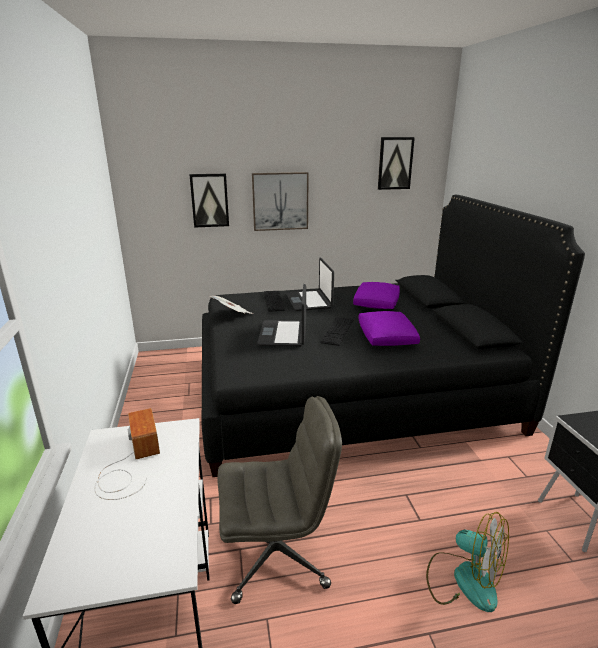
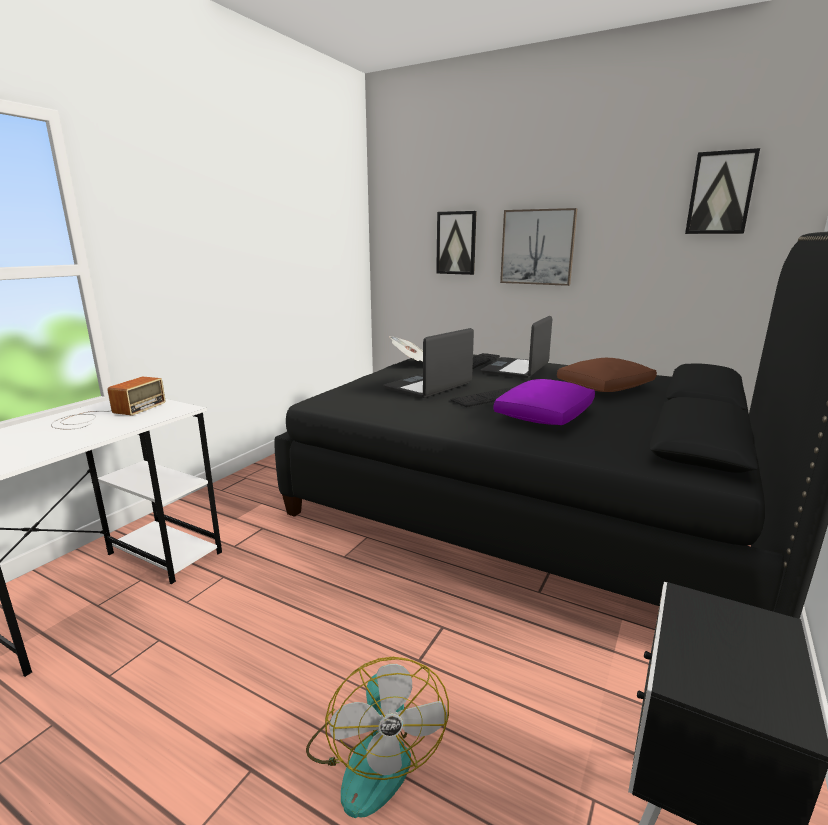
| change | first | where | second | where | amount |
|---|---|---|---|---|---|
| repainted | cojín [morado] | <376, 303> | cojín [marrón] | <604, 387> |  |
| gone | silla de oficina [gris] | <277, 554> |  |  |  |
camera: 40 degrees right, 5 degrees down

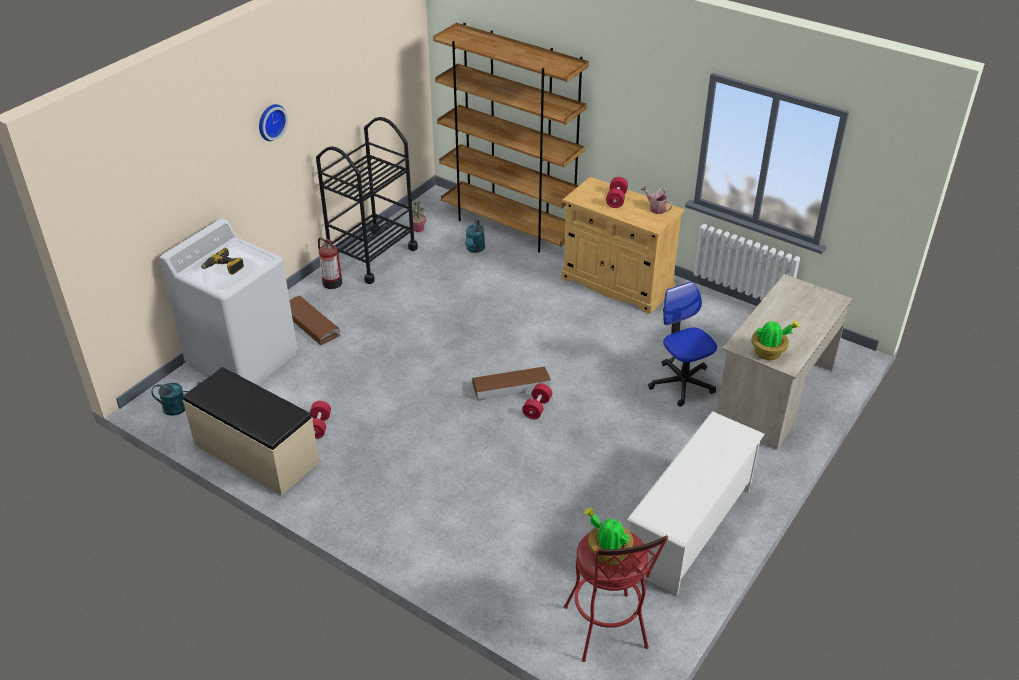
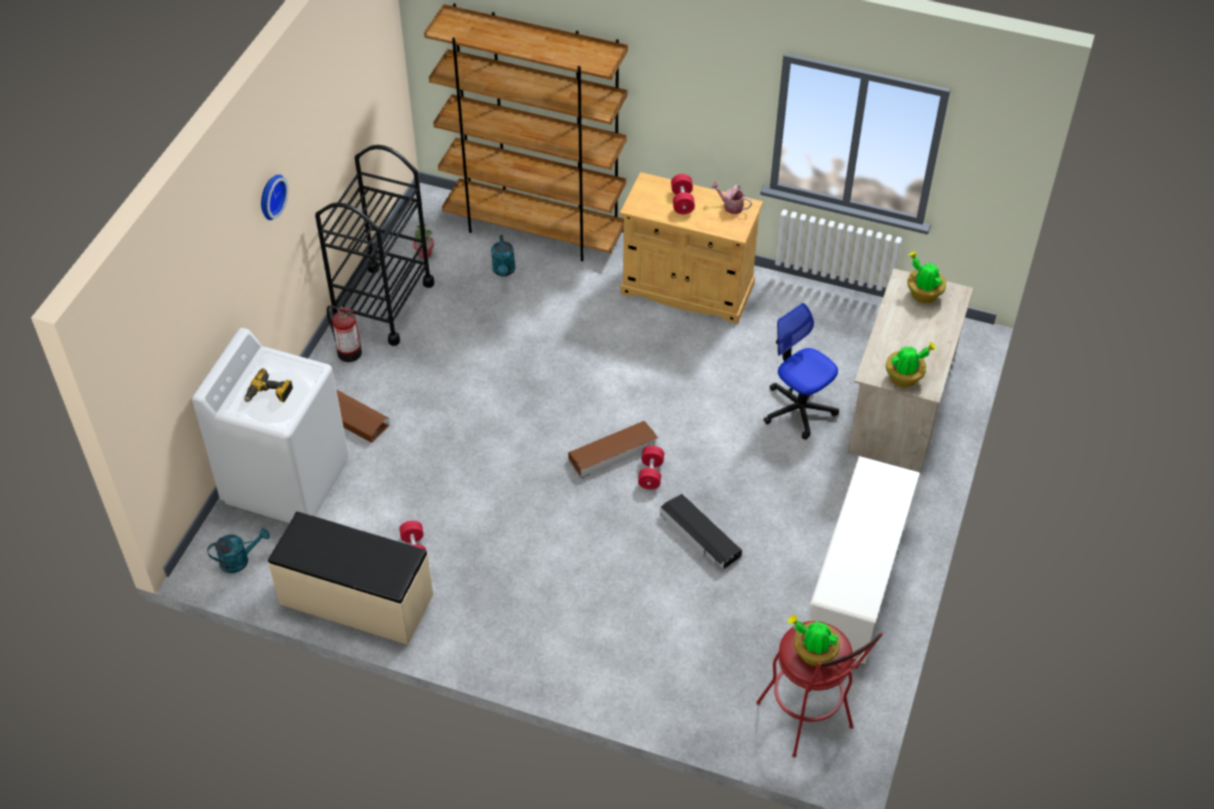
| change | first | where | second | where | amount |
|---|---|---|---|---|---|
| new |  |  | caja de almacenaje [negro] | <700, 536> |  |
| new |  |  | planta en maceta | <923, 294> |  |
camera: 15 degrees left, 10 degrees up

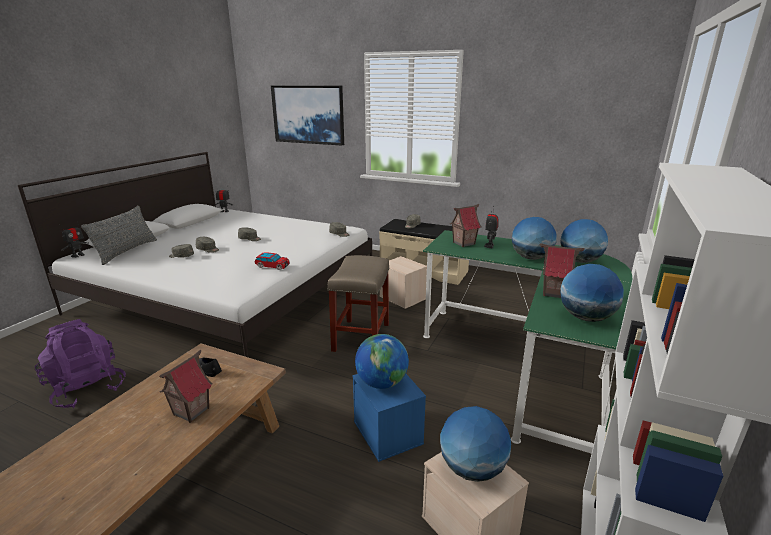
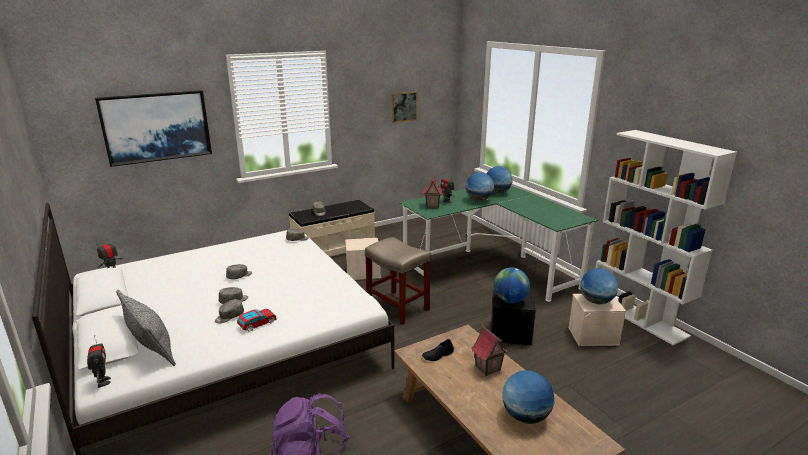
| change | first | where | second | where | amount |
|---|---|---|---|---|---|
| shifted | coche de juguete | <272, 266> |  | <257, 324> |  |
| new |  |  | cuadro | <403, 106> |  |
| repainted | caja de almacenaje [azul] | <389, 432> | caja de almacenaje [negro] | <511, 333> |  |
| shifted | globo terráqueo | <586, 317> |  | <525, 416> |  |
| gone | casita | <554, 293> |  |  |  |
camera: 55 degrees left, 0 degrees up

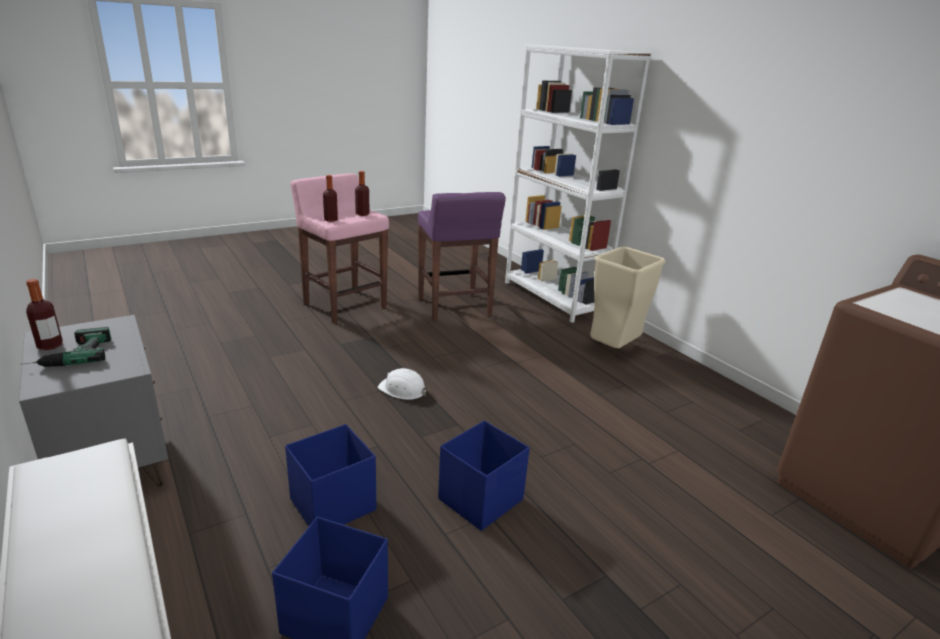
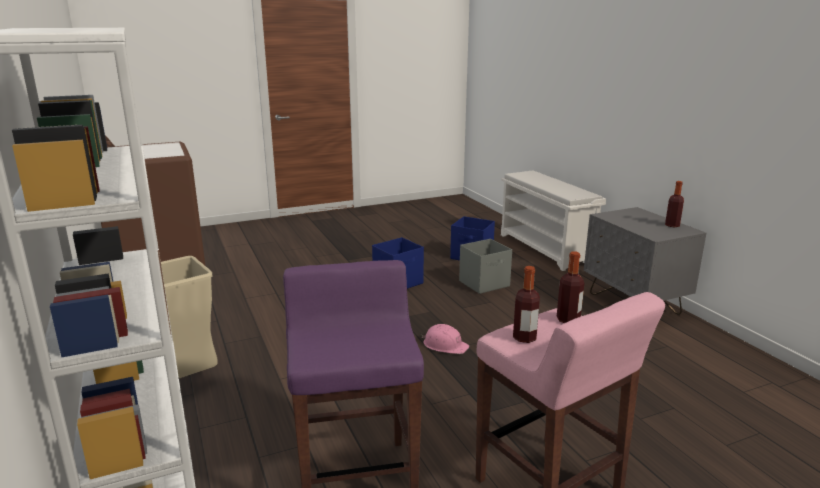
| change | first | where | second | where | amount |
|---|---|---|---|---|---|
| repainted | casco [blanco] | <402, 389> | casco [rosa] | <445, 345> |  |
| repainted | caja de almacenaje [azul] | <331, 505> | caja de almacenaje [gris] | <485, 283> |  |
| gone | taladro | <69, 355> |  |  |  |
camera: 170 degrees left, 5 degrees down

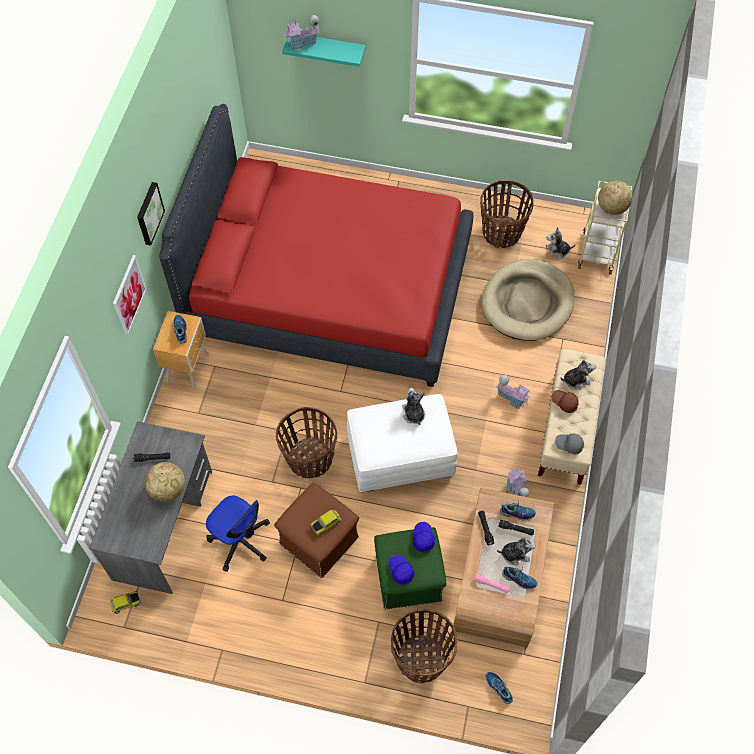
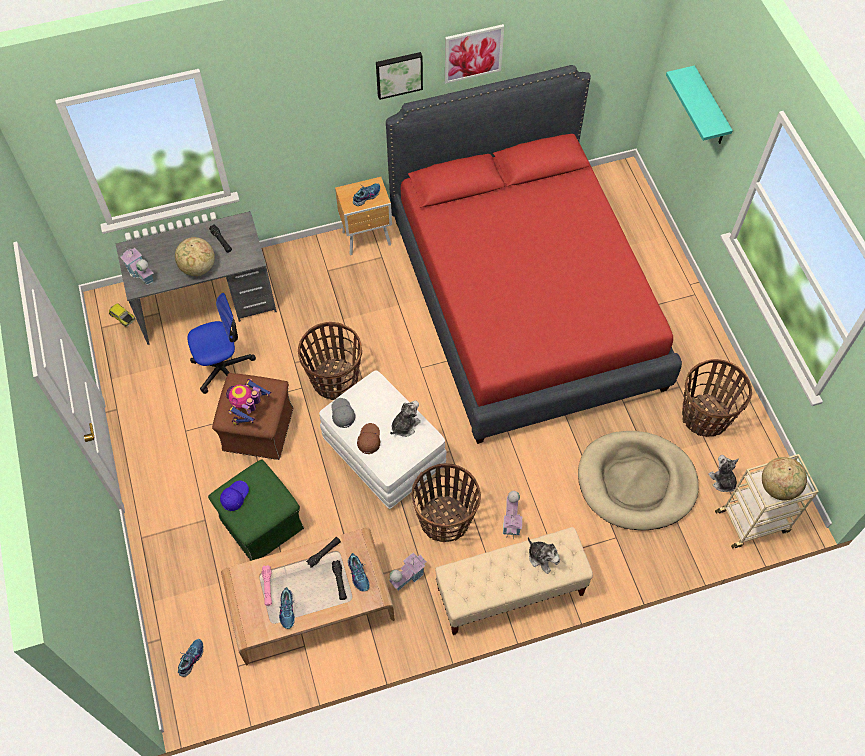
| change | first | where | second | where | amount |
|---|---|---|---|---|---|
| shifted | casita | <302, 43> |  | <141, 274> |  |
| rotated | silla de oficina | <240, 541> |  | <223, 368> | 120 degrees counterclockwise |
| swapped | coche de juguete | <326, 523> | robot de juguete | <249, 411> |  |
| shifted | gorra [gris] | <569, 445> |  | <342, 414> |  |
| shifted | gorra [marrón] | <564, 402> |  | <369, 440> |  |
| shifted | cesta | <421, 658> |  | <445, 519> |  |
| shifted | cuadro | <129, 295> |  | <473, 53> |  |
| gone | gorra [azul] | <423, 538> |  |  |  |
| gone | peluche | <515, 554> |  |  |  |
camera: 60 degrees right, 0 degrees up

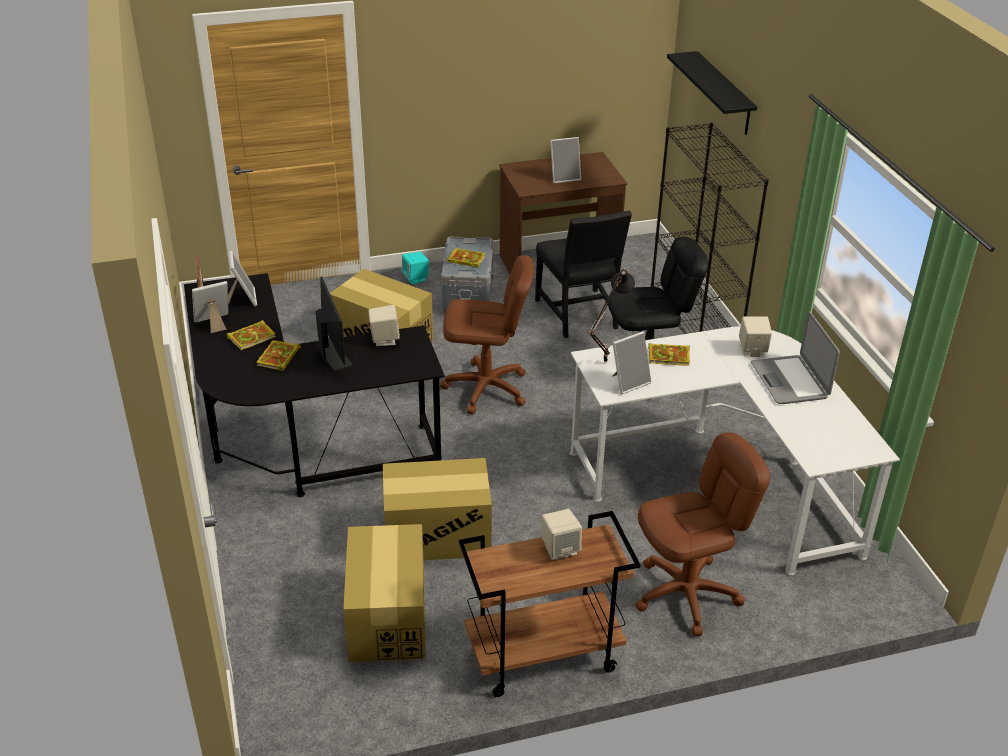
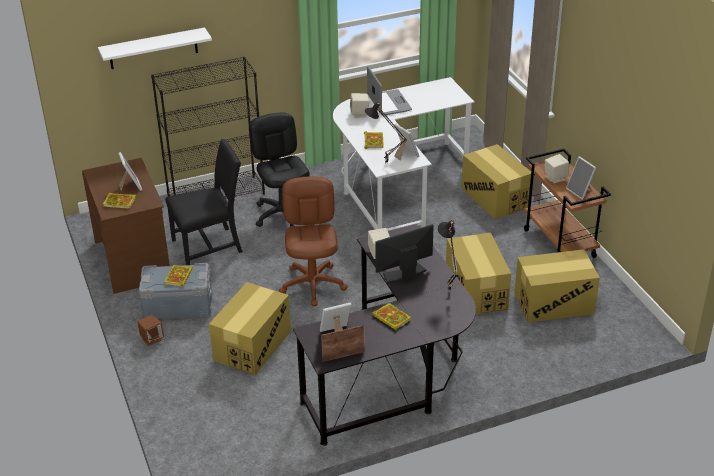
| change | first | where | second | where | amount |
|---|---|---|---|---|---|
| repainted | estante [negro] | <724, 94> | estante [blanco] | <153, 48> |  |
| shifted | libro | <278, 358> |  | <120, 202> |  |
| repainted | altavoz [turquesa] | <415, 278> | altavoz [marrón] | <152, 339> |  |
| rotated | portátil | <790, 380> |  | <388, 103> | 90 degrees counterclockwise |
| new |  |  | lámpara de mesa [negro] | <447, 291> |  |
| swapped | silla de oficina [marrón] | <686, 594> | caja de cartón | <495, 198> |  |
| shifted | portarretratos | <214, 323> |  | <580, 191> |  |
camera: 95 degrees left, 0 degrees up

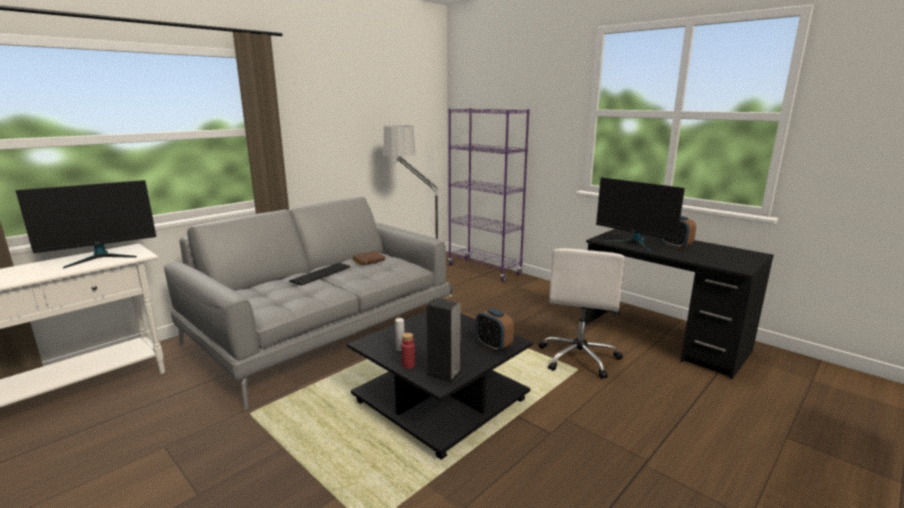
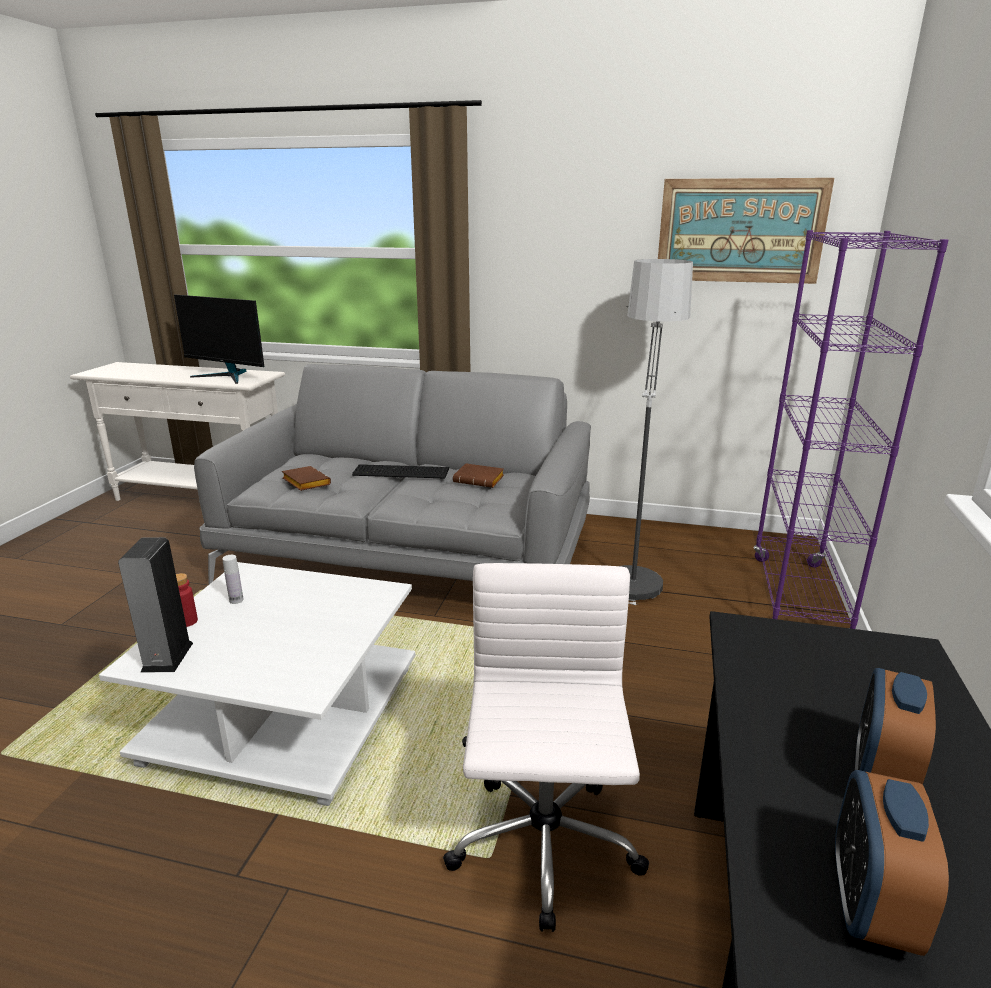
| change | first | where | second | where | amount |
|---|---|---|---|---|---|
| repainted | mesa de centro [negro] | <440, 400> | mesa de centro [blanco] | <288, 713> |  |
| new |  |  | libro [marrón] | <304, 482> |  |
| rotated | silla de oficina [blanco] | <579, 357> |  | <543, 847> | 105 degrees clockwise |
| new |  |  | cuadro | <740, 231> |  |
| shifted | despertador | <493, 346> |  | <870, 905> |  |
| gone | monitor | <634, 243> |  |  |  |
camera: 60 degrees right, 5 degrees up

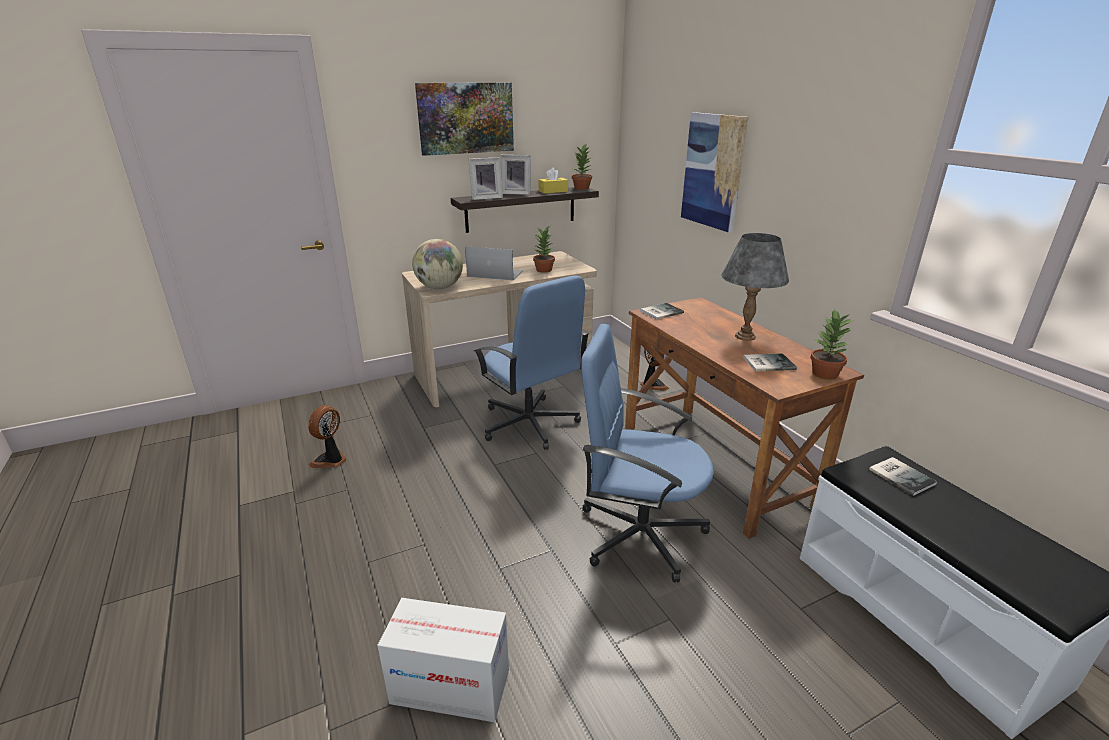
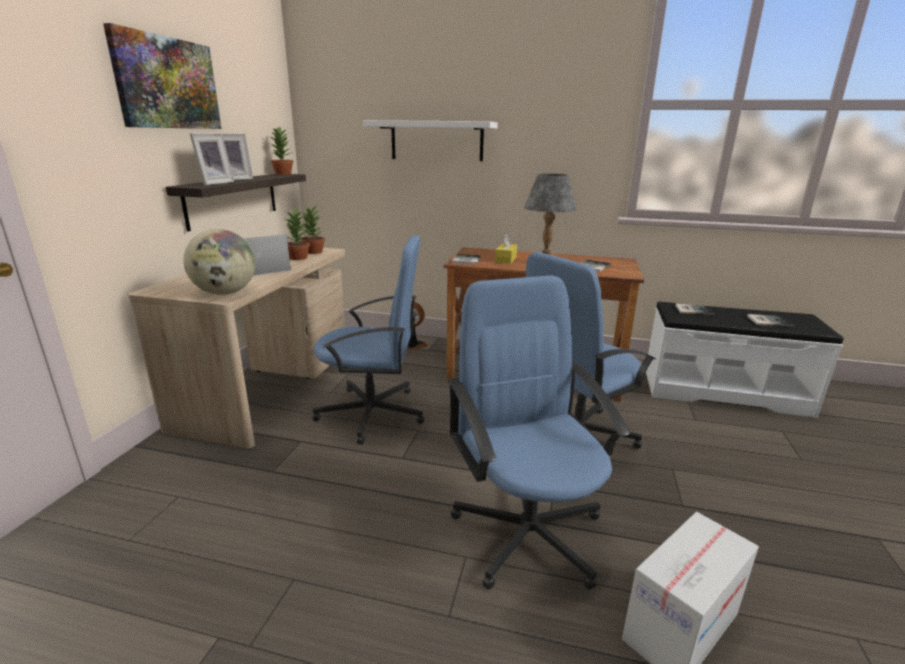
| change | first | where | second | where | amount |
|---|---|---|---|---|---|
| shifted | planta en maceta | <824, 374> |  | <314, 252> |  |
| swapped | cuadro | <713, 171> | estante [blanco] | <436, 141> |  |
| new |  |  | silla de oficina [azul] | <528, 532> |  |
| shifted | caja de pañuelos [amarillo] | <553, 191> |  | <506, 259> |  |
| new |  |  | libro | <767, 321> |  |
| gone | ventilador | <330, 460> |  |  |  |
camera: 50 degrees left, 5 degrees down

